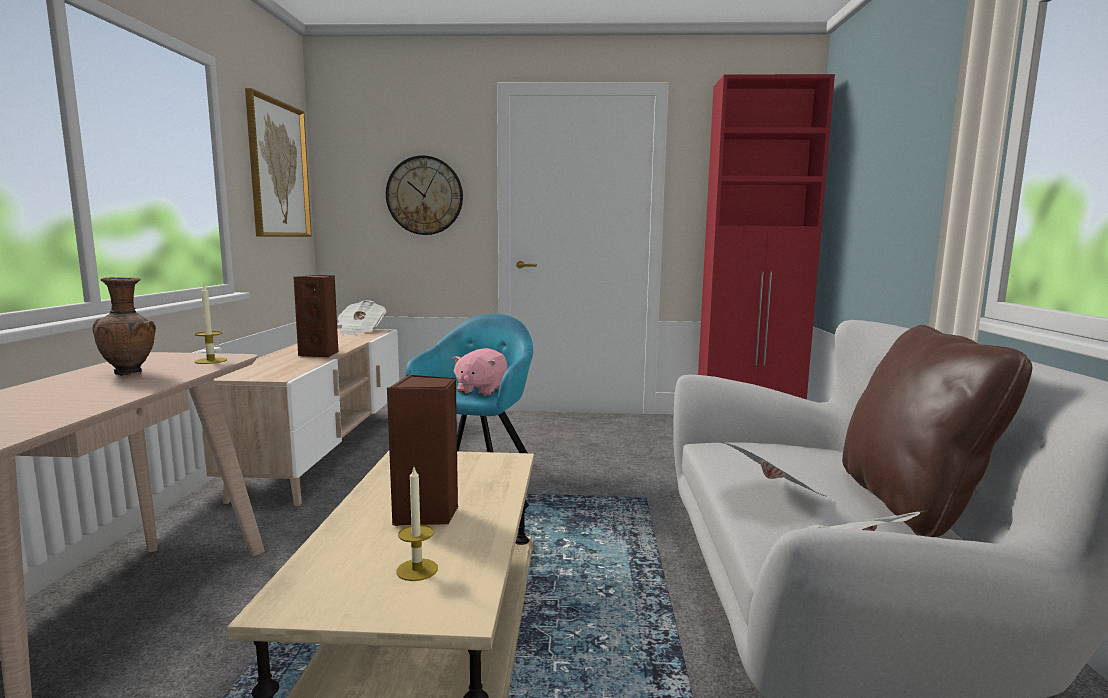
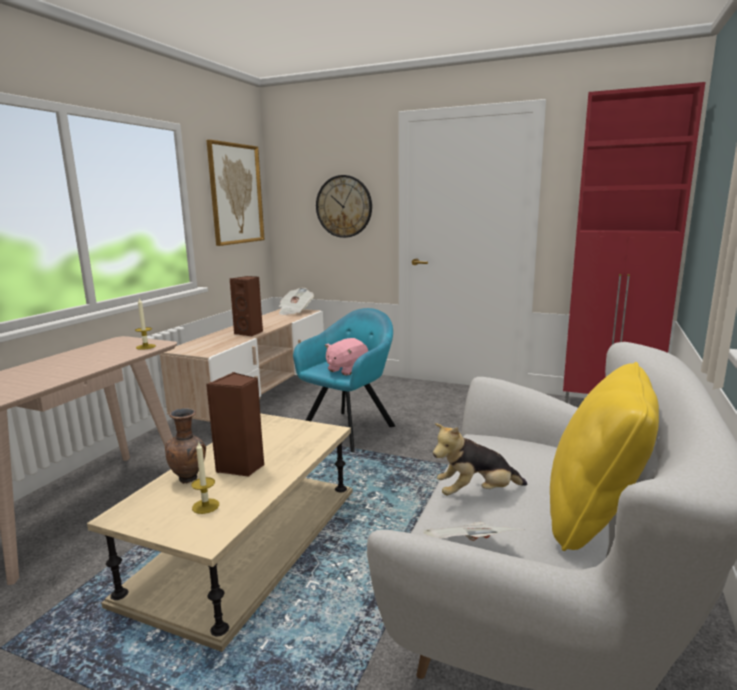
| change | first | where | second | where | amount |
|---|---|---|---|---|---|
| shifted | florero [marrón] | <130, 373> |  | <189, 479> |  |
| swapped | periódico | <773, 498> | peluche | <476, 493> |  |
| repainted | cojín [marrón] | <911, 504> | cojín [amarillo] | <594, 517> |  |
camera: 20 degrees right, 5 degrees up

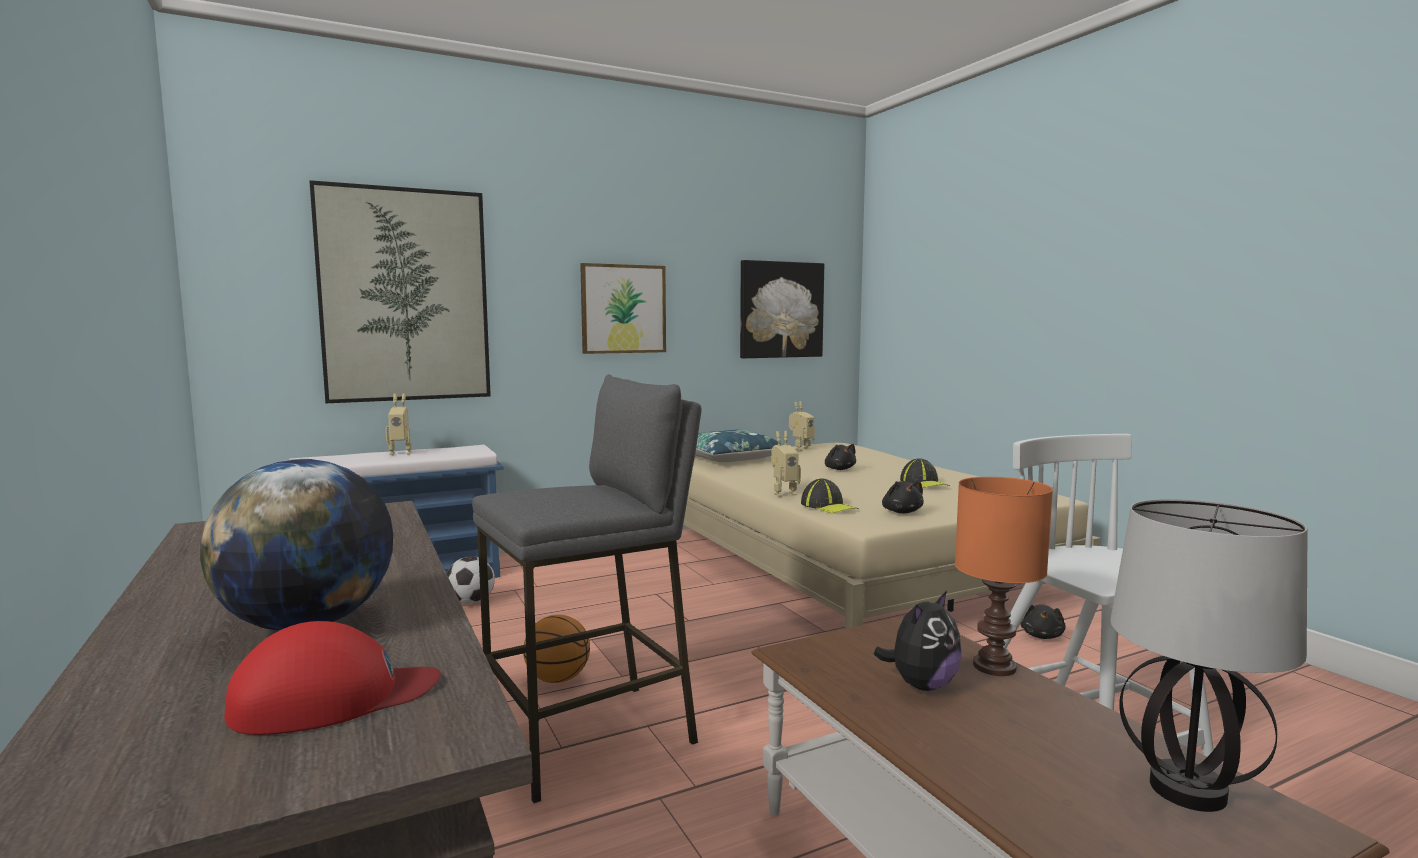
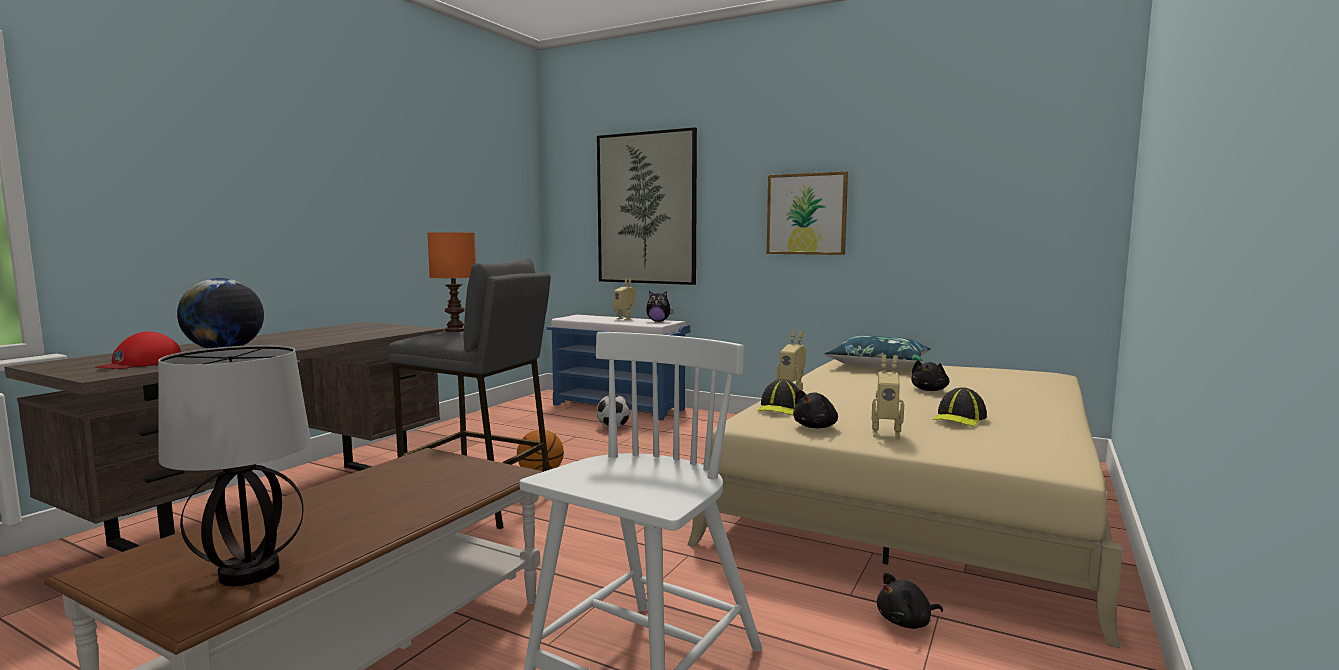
| change | first | where | second | where | amount |
|---|---|---|---|---|---|
| rotated | gorra [rojo] | <333, 698> |  | <141, 363> | 75 degrees clockwise |
| shifted | lámpara de mesa [naranja] | <995, 667> |  | <454, 330> |  |
| shifted | peluche | <921, 685> |  | <658, 321> |  |
| shifted | robot de juguete | <800, 449> |  | <885, 433> |  |
| gone | cuadro | <781, 310> |  |  |  |
camera: 55 degrees right, 0 degrees up

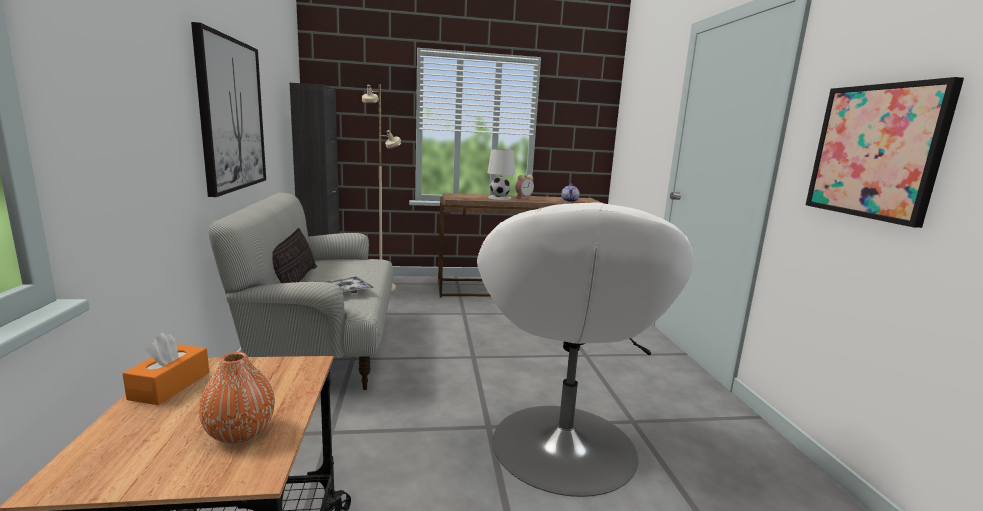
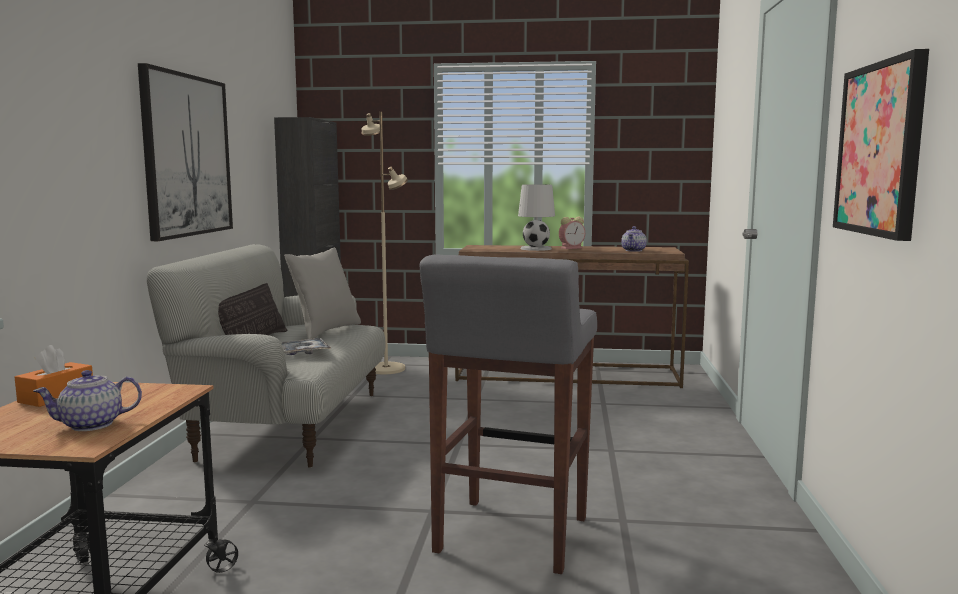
| change | first | where | second | where | amount |
|---|---|---|---|---|---|
| swapped | florero [naranja] | <240, 432> | tetera | <91, 425> |  |
| new |  |  | cojín [gris] | <325, 331> |  |
| swapped | sillón [blanco] | <563, 447> | taburete [gris] | <511, 536> |  |
camera: 15 degrees right, 5 degrees down

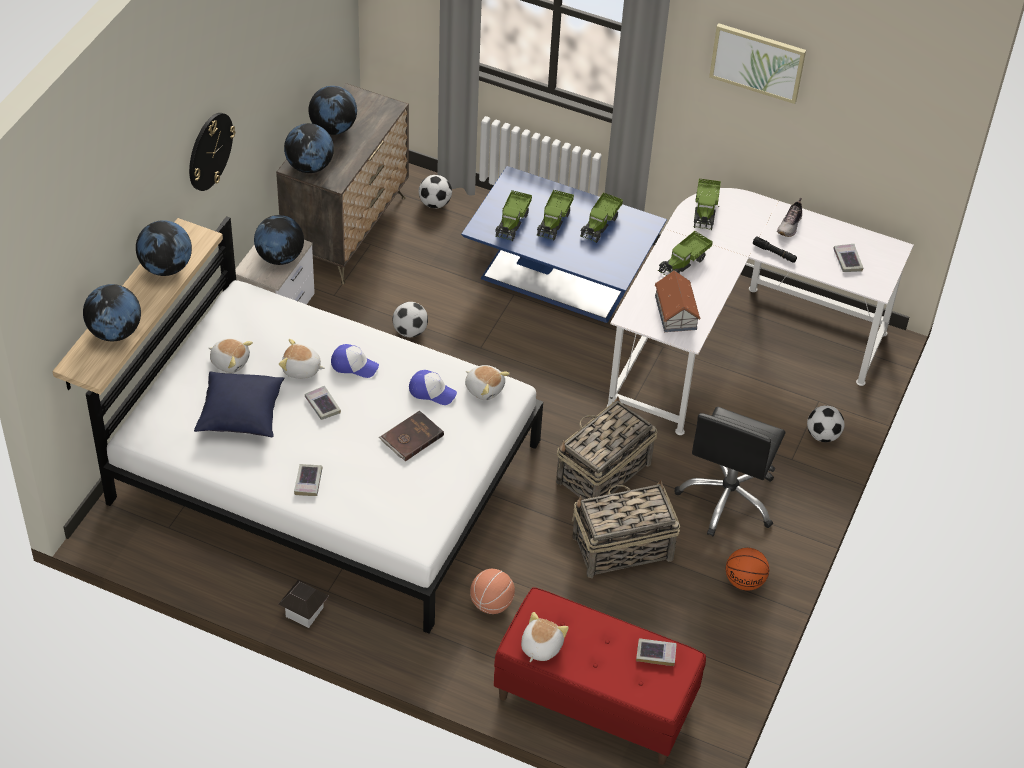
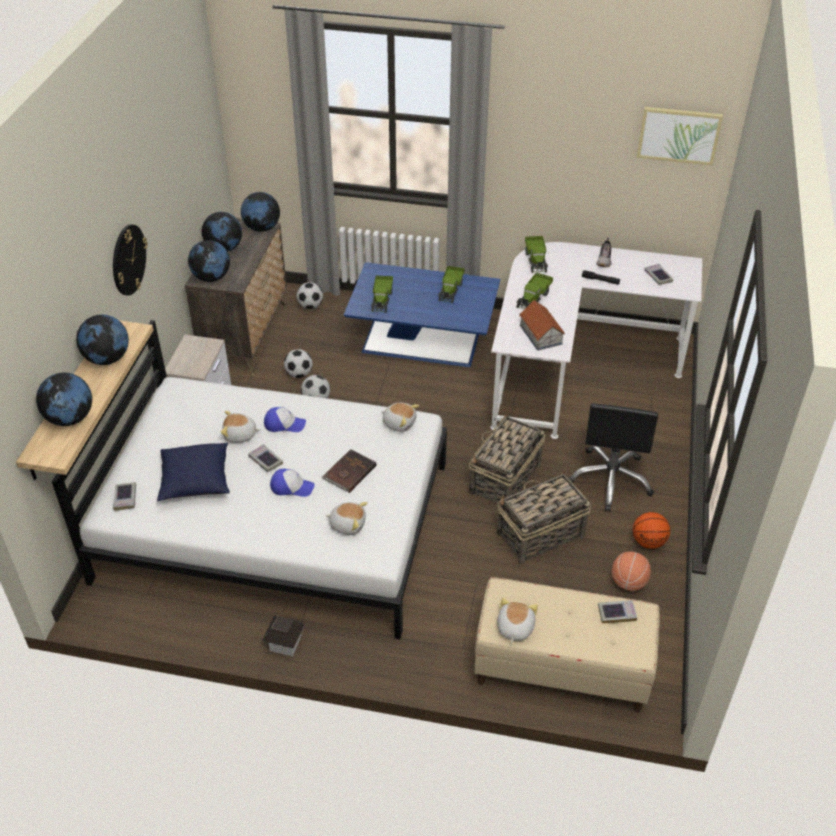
| change | first | where | second | where | amount |
|---|---|---|---|---|---|
| shifted | libro | <308, 482> |  | <125, 498> |  |
| shifted | globo terráqueo | <280, 257> |  | <262, 228> |  |
| shifted | gorra | <432, 391> |  | <292, 487> |  |
| shifted | balón de fútbol | <823, 435> |  | <299, 374> |  |
| shifted | peluche | <230, 361> |  | <348, 524> |  |
| repainted | banco [rojo] | <594, 702> | banco [beis] | <561, 669> |  |
| shifted | balón de baloncesto | <491, 603> |  | <628, 582> |  |
| shifted | cuadro | <757, 62> |  | <679, 135> |  |
| gone | camión de juguete | <554, 222> |  |  |  |
camera: 10 degrees left, 5 degrees down

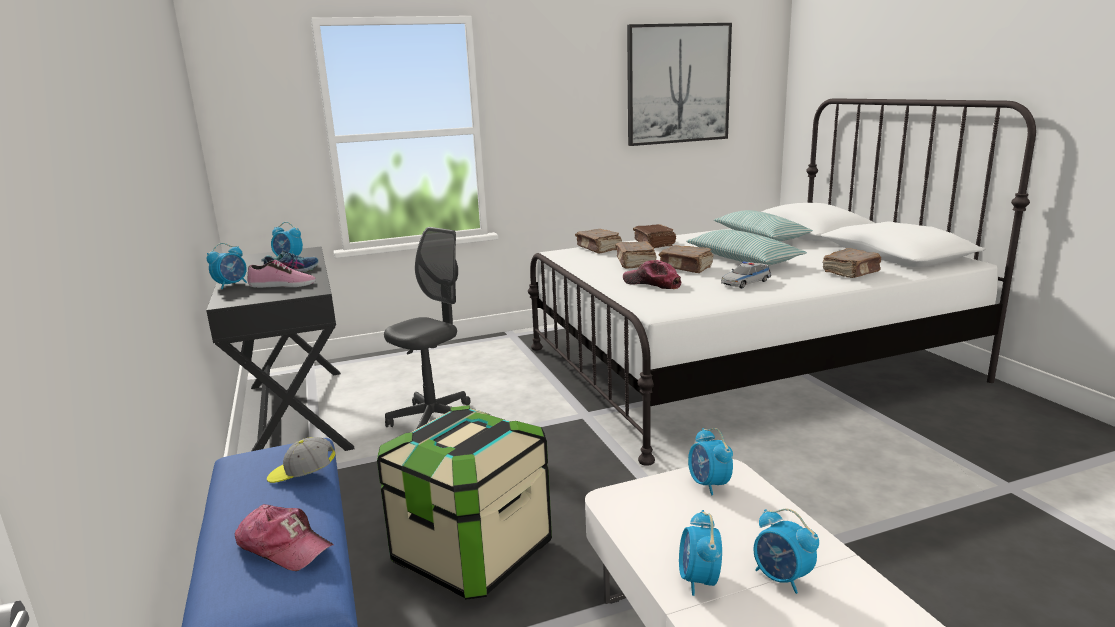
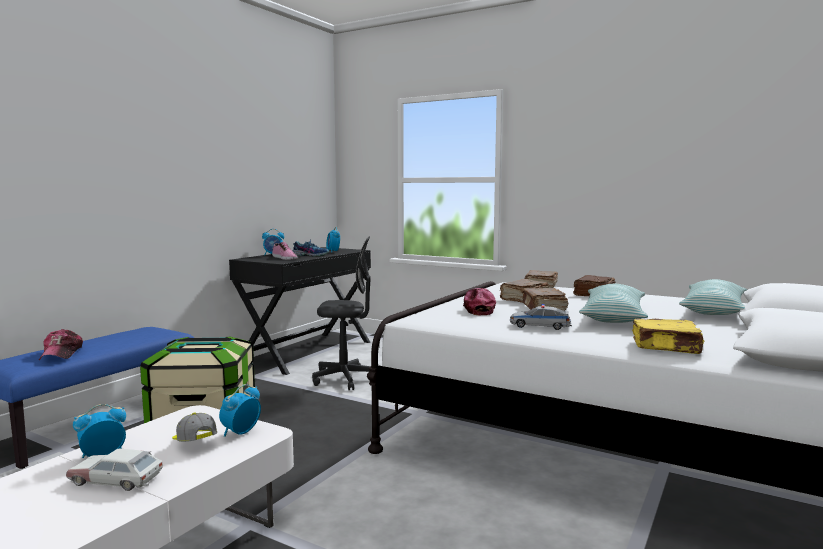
| change | first | where | second | where | amount |
|---|---|---|---|---|---|
| swapped | despertador | <782, 578> | coche de juguete | <117, 479> |  |
| shifted | gorra | <302, 474> |  | <194, 442> |  |
| repainted | libro [marrón] | <851, 273> | libro [amarillo] | <666, 347> |  |
| gone | cuadro | <678, 84> |  |  |  |
camera: 50 degrees right, 10 degrees down

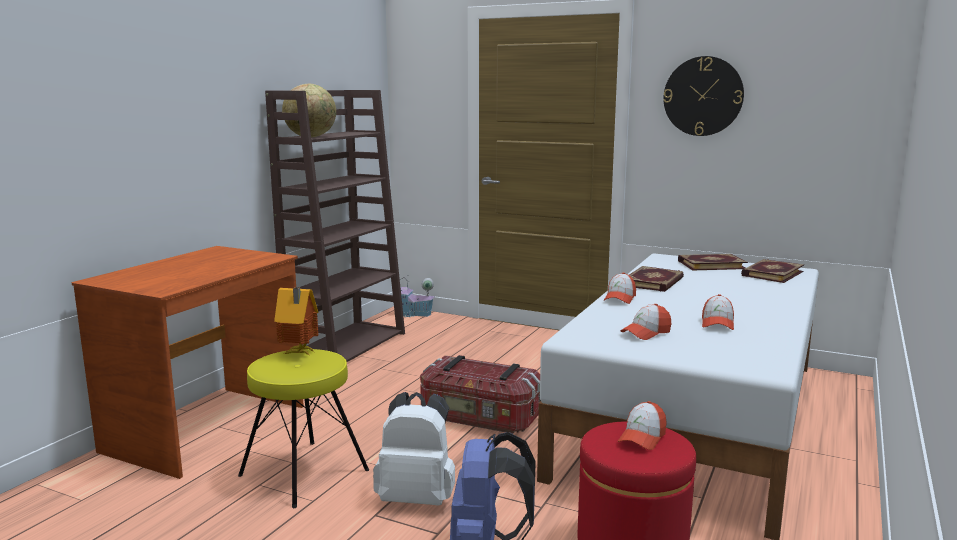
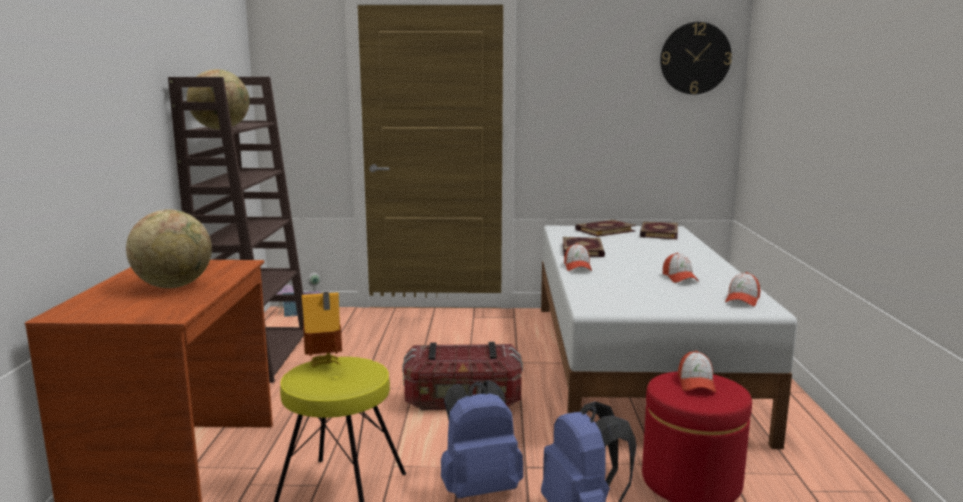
| change | first | where | second | where | amount |
|---|---|---|---|---|---|
| new |  |  | globo terráqueo | <174, 286> |  |
| repainted | mochila [blanco] | <417, 498> | mochila [azul] | <479, 488> |  |
| shifted | reloj de pared | <703, 96> |  | <695, 58> |  |
| shifted | gorra | <646, 333> |  | <742, 300> |  |
camera: 25 degrees left, 0 degrees up

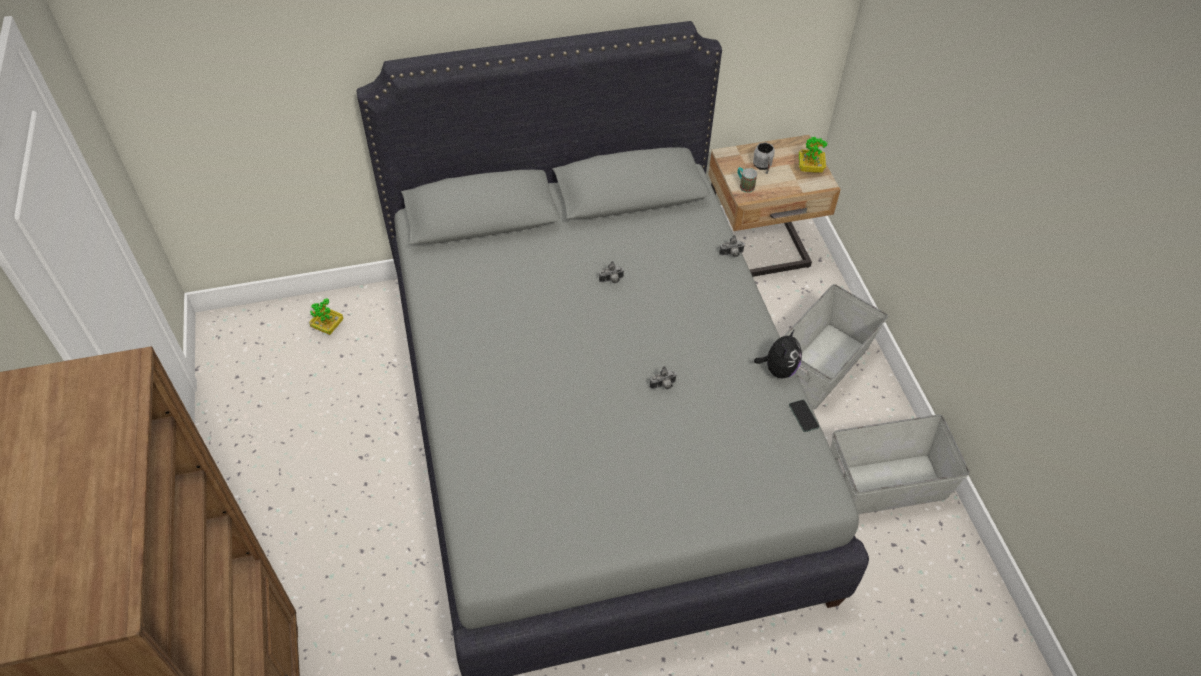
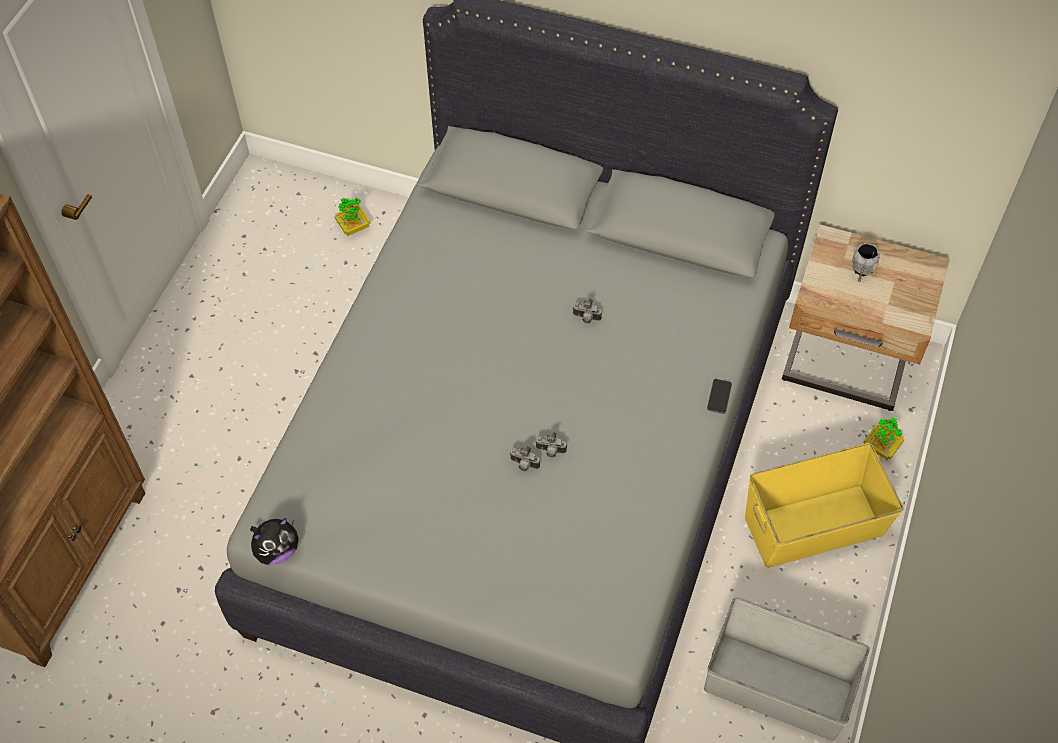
| change | first | where | second | where | amount |
|---|---|---|---|---|---|
| shifted | peluche | <778, 369> |  | <277, 551> |  |
| shifted | cámara | <731, 254> |  | <523, 465> |  |
| shifted | móvil | <803, 416> |  | <719, 396> |  |
| repainted | caja de almacenaje [gris] | <822, 365> | caja de almacenaje [amarillo] | <815, 526> |  |
| shifted | planta en maceta | <810, 168> |  | <881, 447> |  |
| gone | taza grande | <744, 185> |  |  |  |
camera: 35 degrees right, 5 degrees up

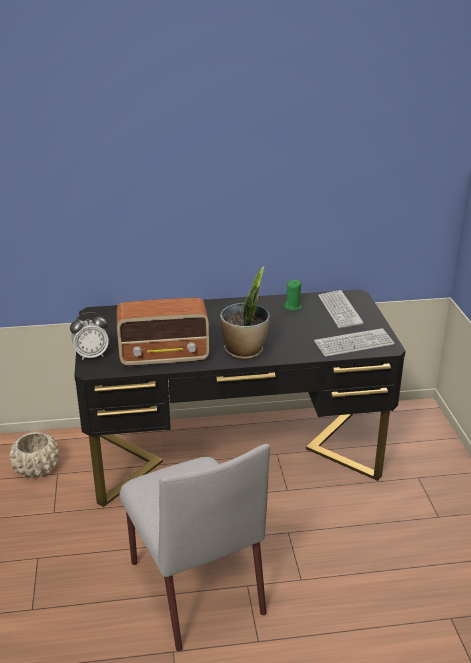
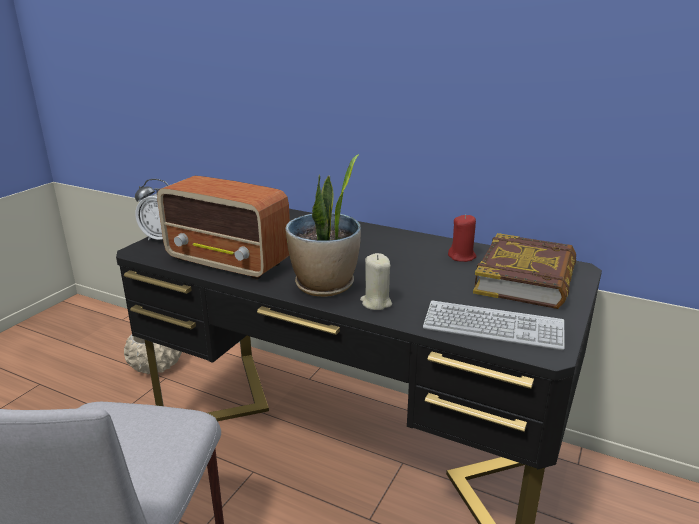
| change | first | where | second | where | amount |
|---|---|---|---|---|---|
| new |  |  | vela [beis] | <376, 303> |  |
| repainted | vela [verde] | <293, 307> | vela [rojo] | <462, 257> |  |
| swapped | teclado | <339, 310> | libro | <526, 279> |  |
camera: 35 degrees right, 5 degrees down

